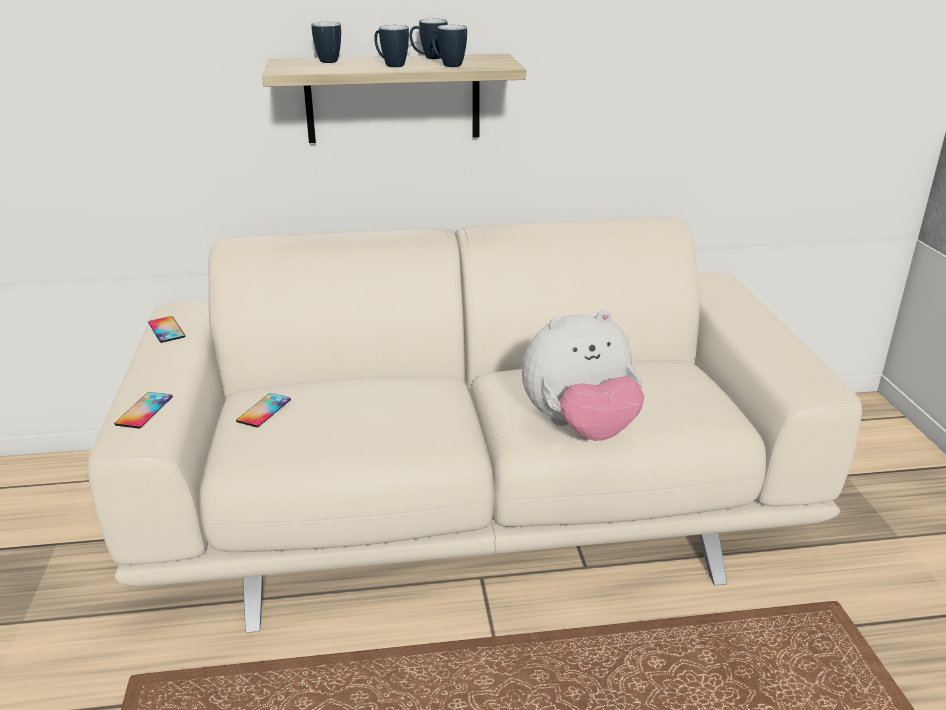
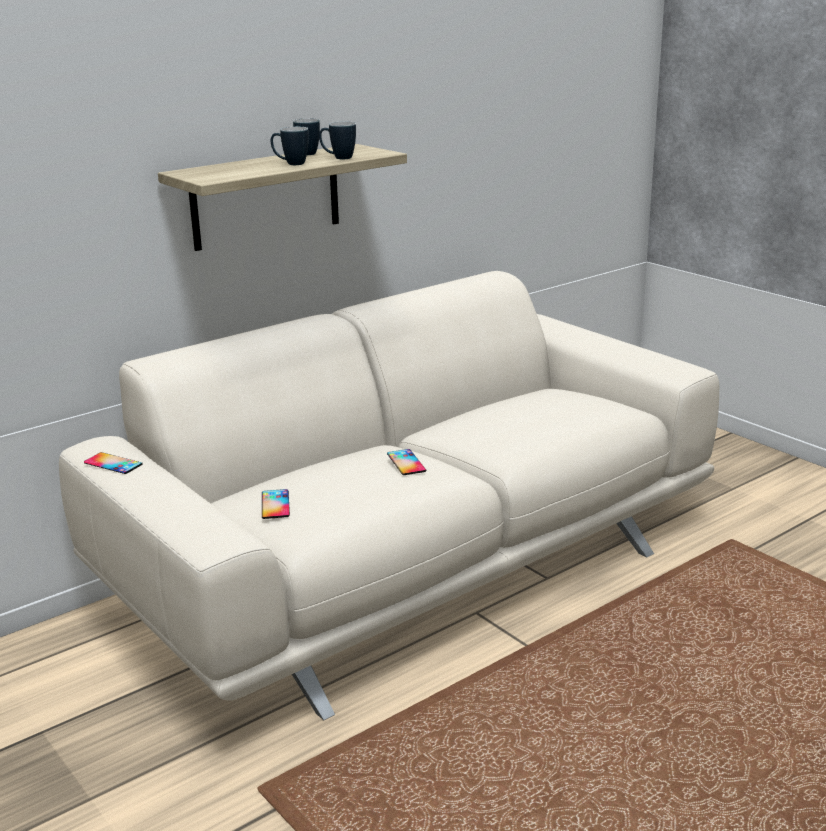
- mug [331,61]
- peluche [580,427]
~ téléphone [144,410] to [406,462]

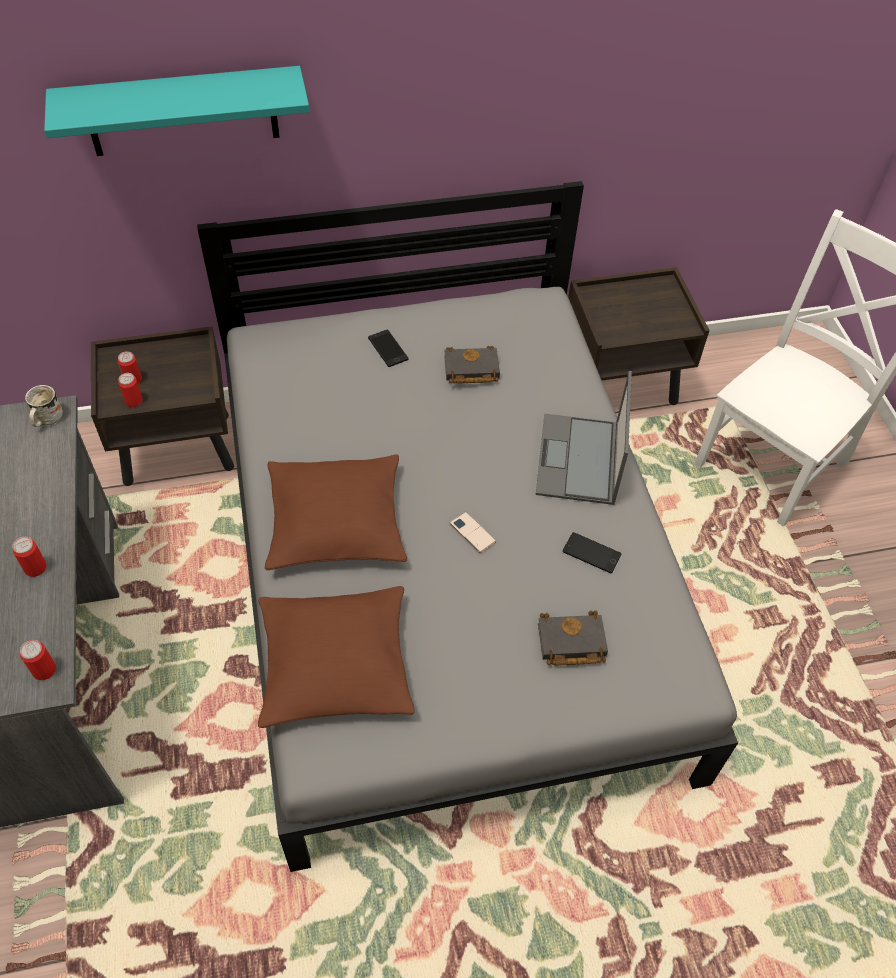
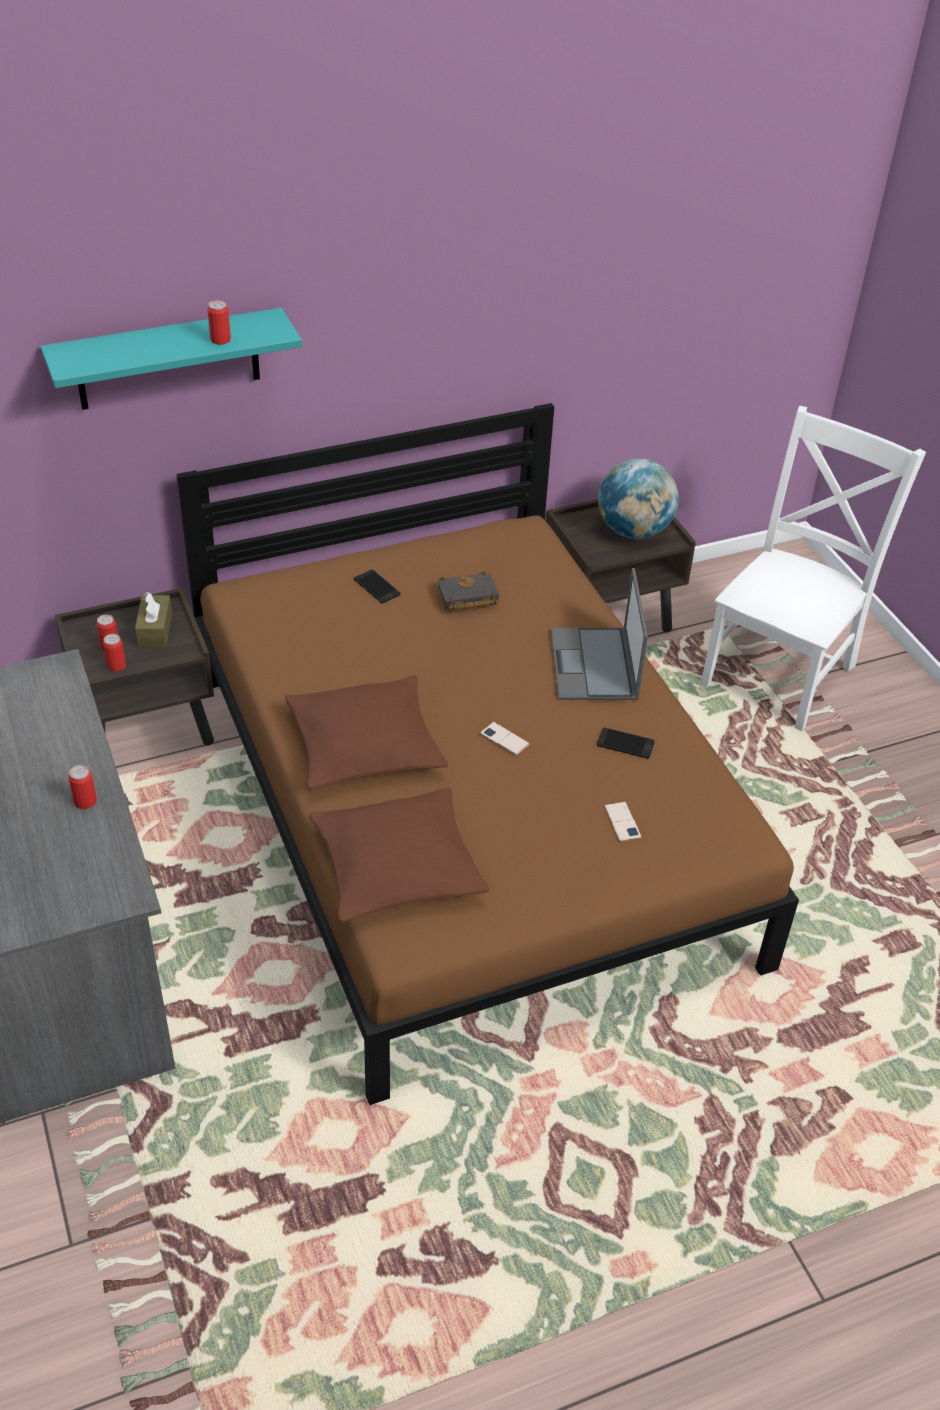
- mug/blanc [46,419]
+ boîte à mouchoirs/marron [155,629]
+ globe [633,531]
~ boîte métallique [44,670] to [220,340]
~ livre/noir [570,643] to téléphone [622,822]
~ lit/gris [445,574] to lit/marron [466,815]

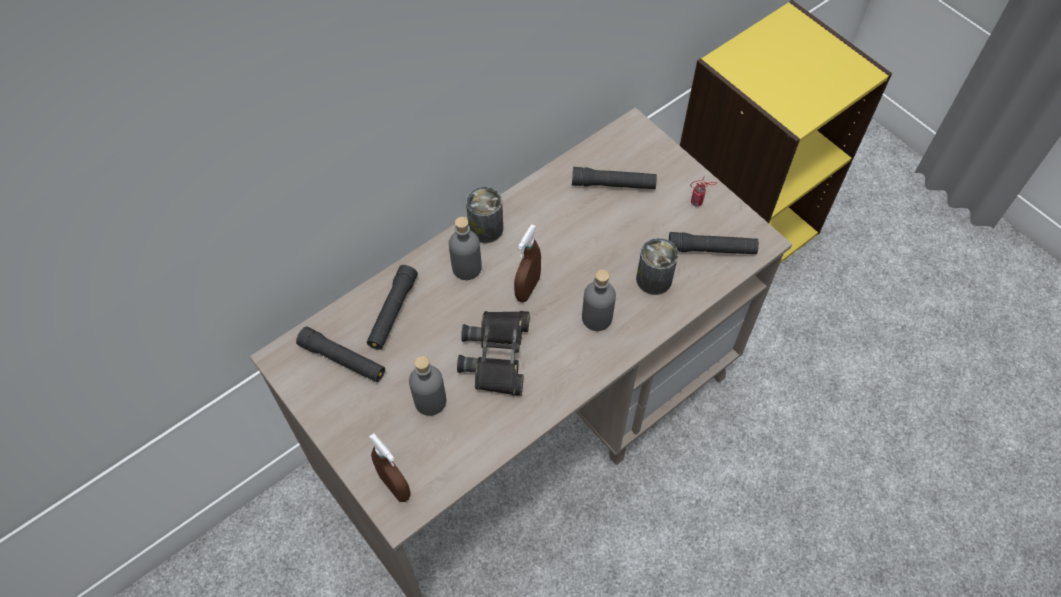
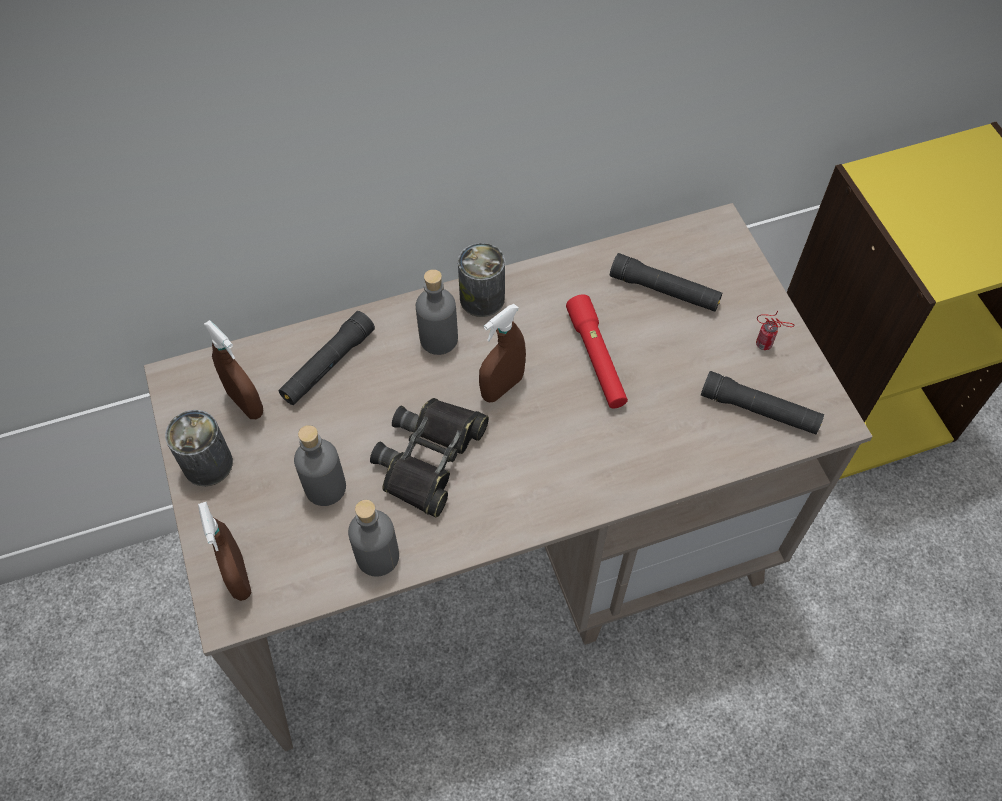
+ lampe de poche/rouge [596,358]
~ bouteille/gris [597,318] to [377,557]
~ boîte métallique [654,279] to [208,464]
~ lampe de poche/noir [343,359] to vaporisateur/marron [246,403]

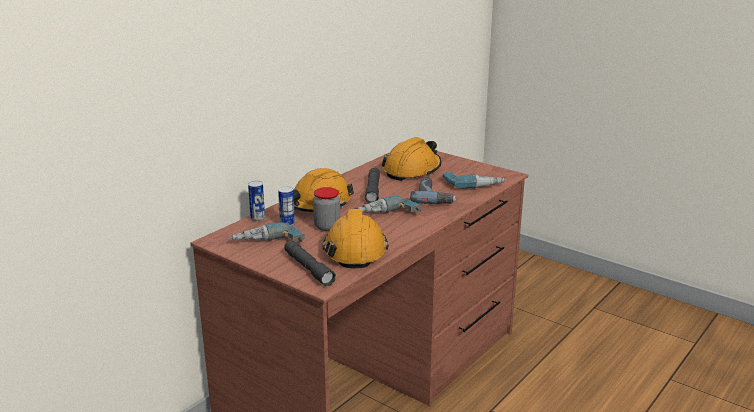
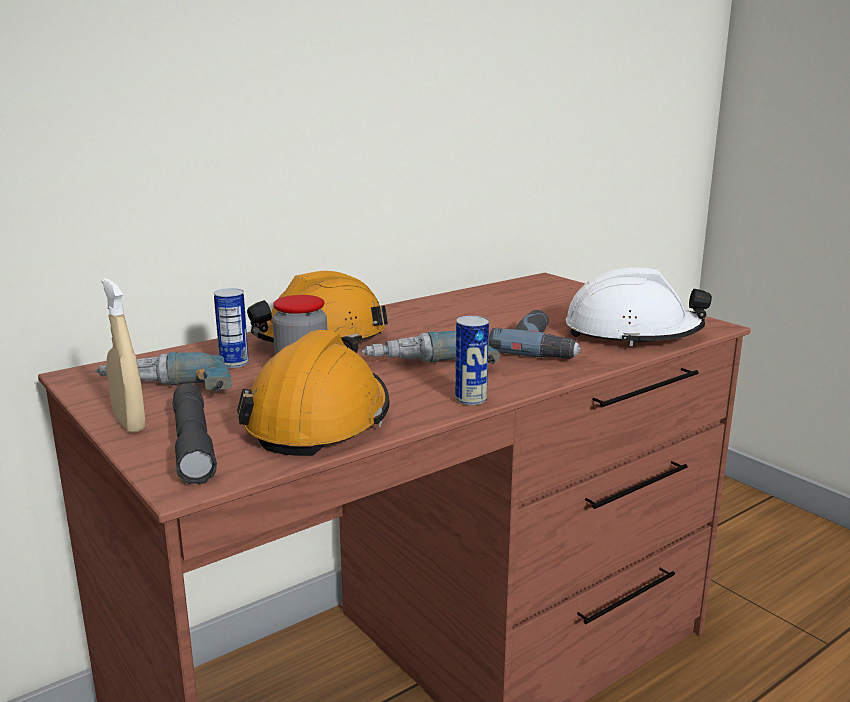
- lampe de poche/gris [373,190]
- casque de chantier/orange [412,170]
+ vaporisateur/beige [129,424]
~ boîte métallique [257,218] to [471,399]
~ perceuse [473,184] to casque de chantier/blanc [632,333]

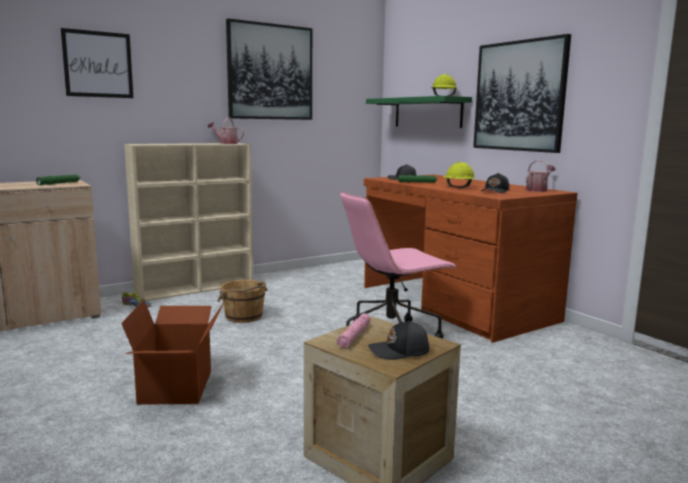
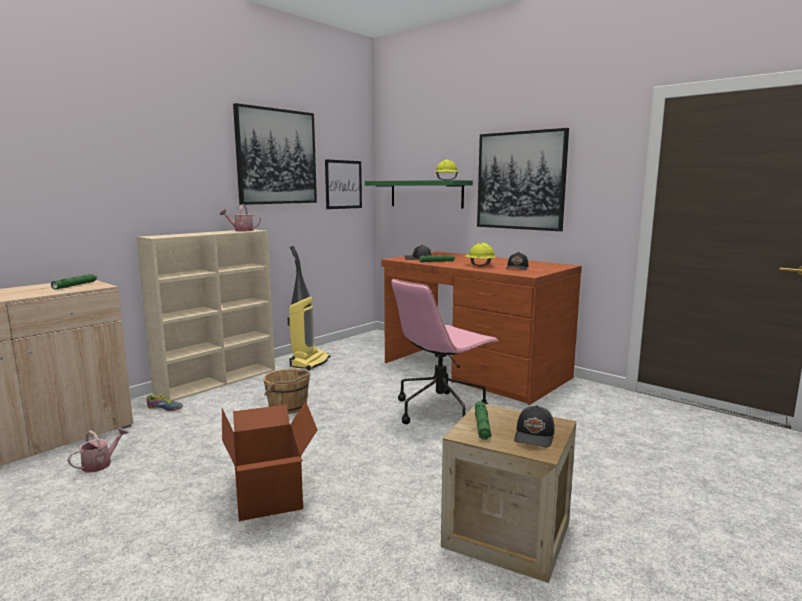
+ aspirateur [309,362]
~ tableau [98,64] to [343,184]
~ arrosoir [538,190] to [100,464]
~ lampe de poche/rose [354,336] to lampe de poche/vert [482,425]
~ casquette/noir [399,351] = [535,436] 45 degrees counterclockwise

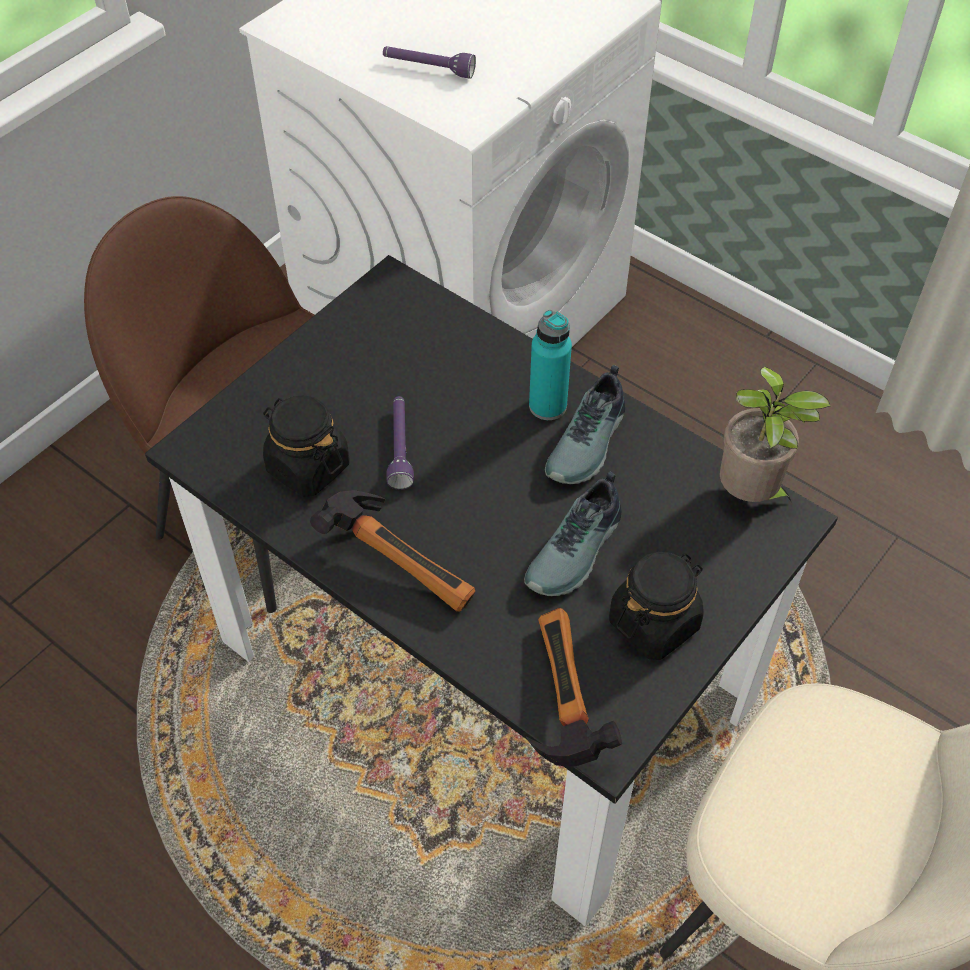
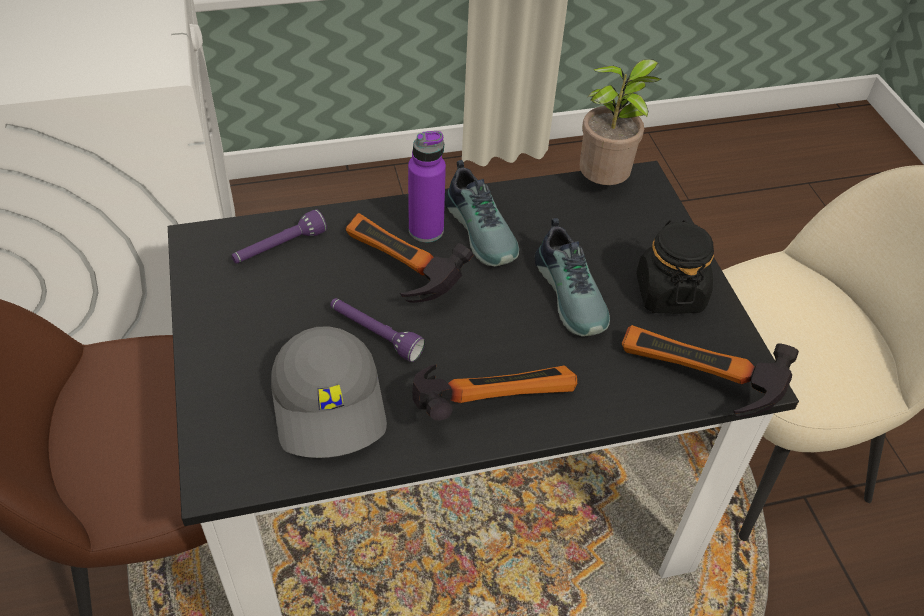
+ marteau [395,274]
~ lampe de poche/violet [428,69] to [279,248]
~ bocal/noir [307,467] to casquette/gris [331,405]
~ bouteille/turquoise [547,406] to bouteille/violet [426,230]

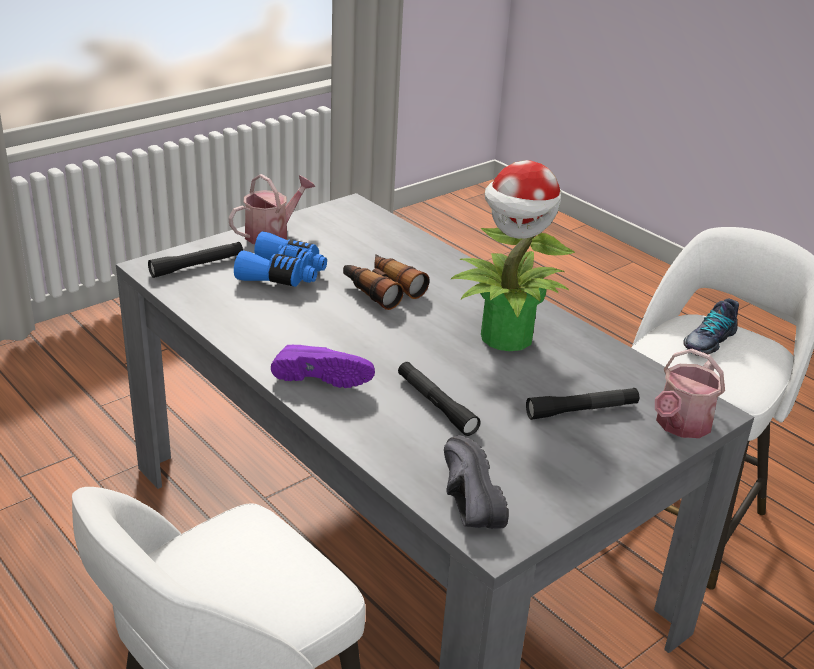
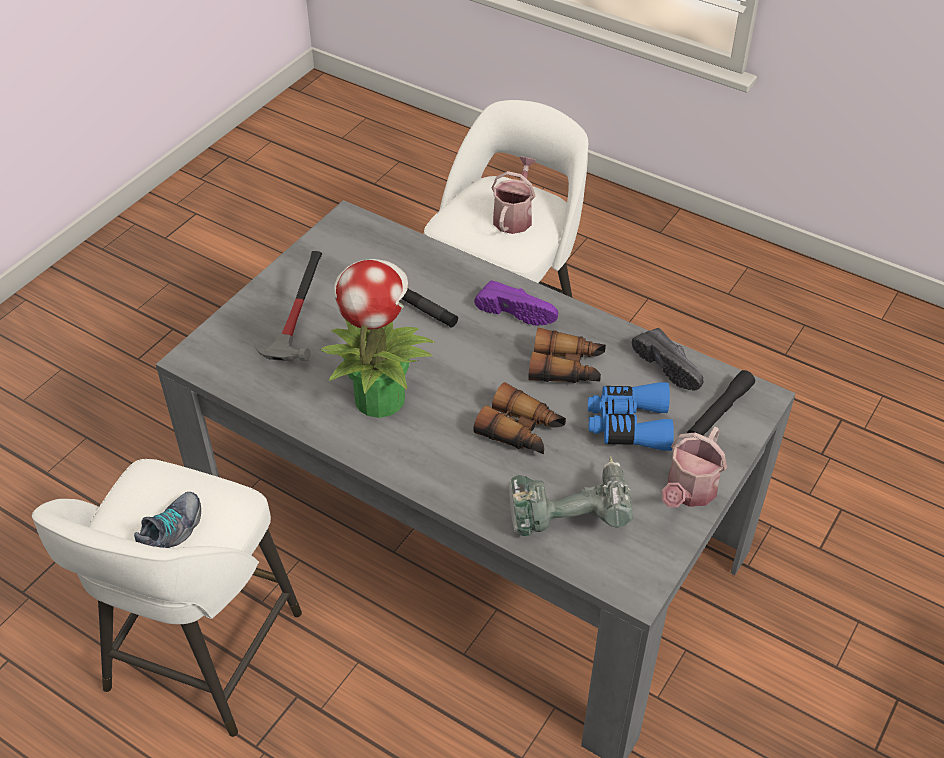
+ perceuse [568,510]
+ jumelles [567,368]
~ chaussure/noir [463,500] to [671,367]
~ arrosoir [680,426] to [514,216]
~ lampe de poche/noir [582,410] to marteau [301,331]
~ chaussure/violet [323,376] = [517,311] 150 degrees counterclockwise

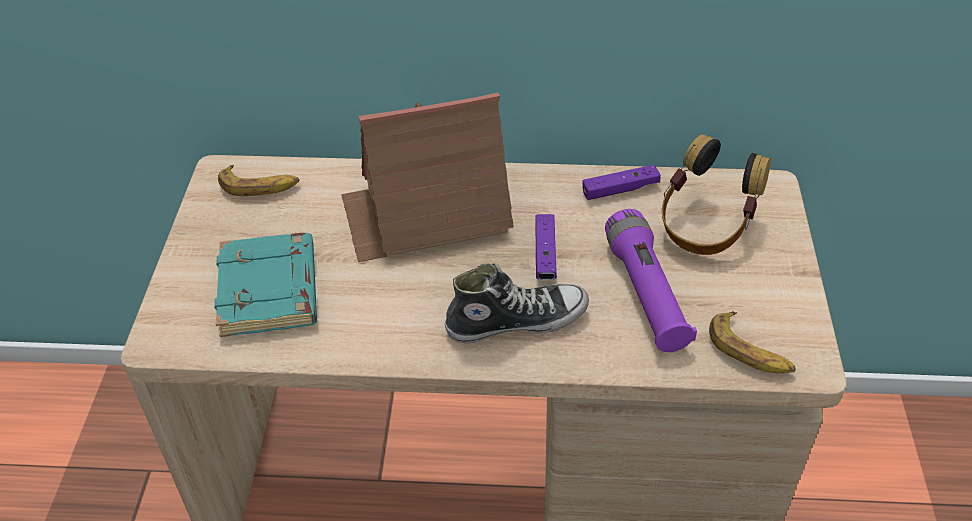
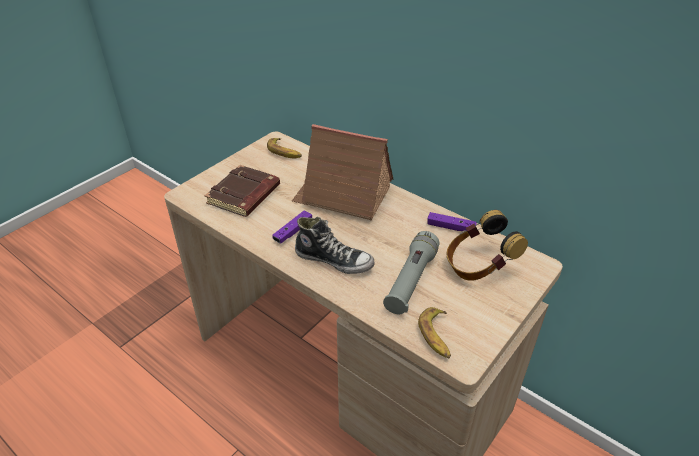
~ manette/violet [545,254] to [293,231]
~ livre/turquoise [271,292] to livre/marron [244,196]
~ lampe de poche/violet [646,293] to lampe de poche/gris [411,281]

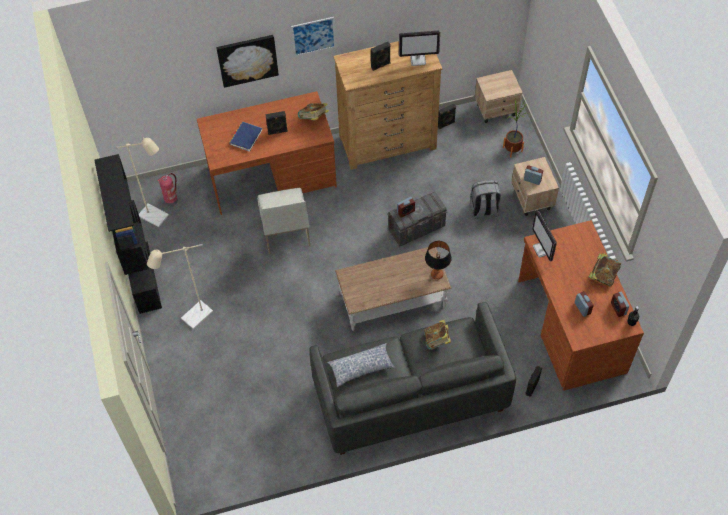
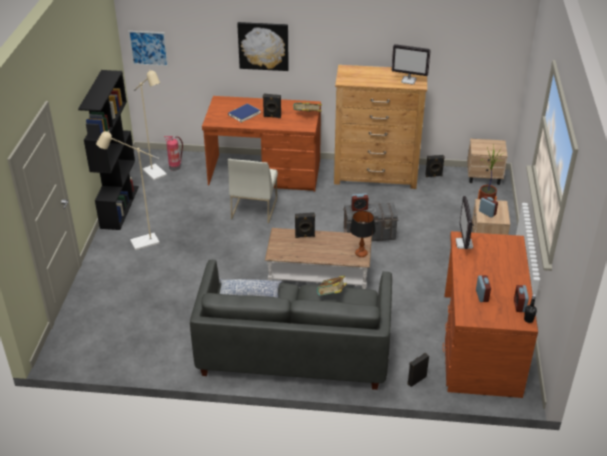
- sac à dos/gris [484,210]
- livre [603,275]
~ tableau [313,36] to [148,48]
~ enceinte/noir [381,66] to [305,236]

